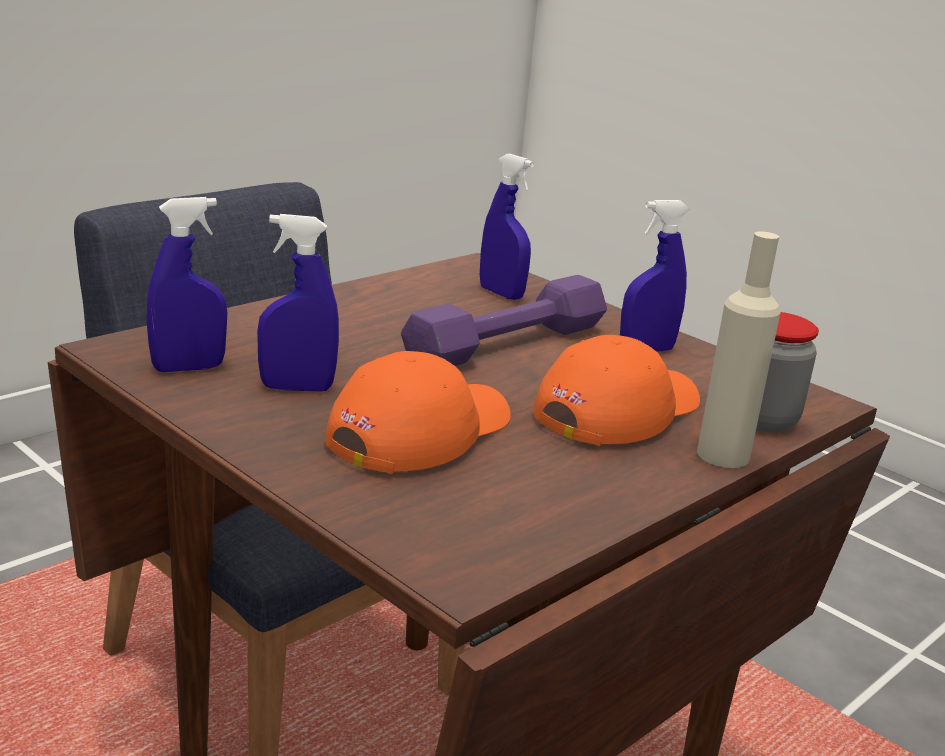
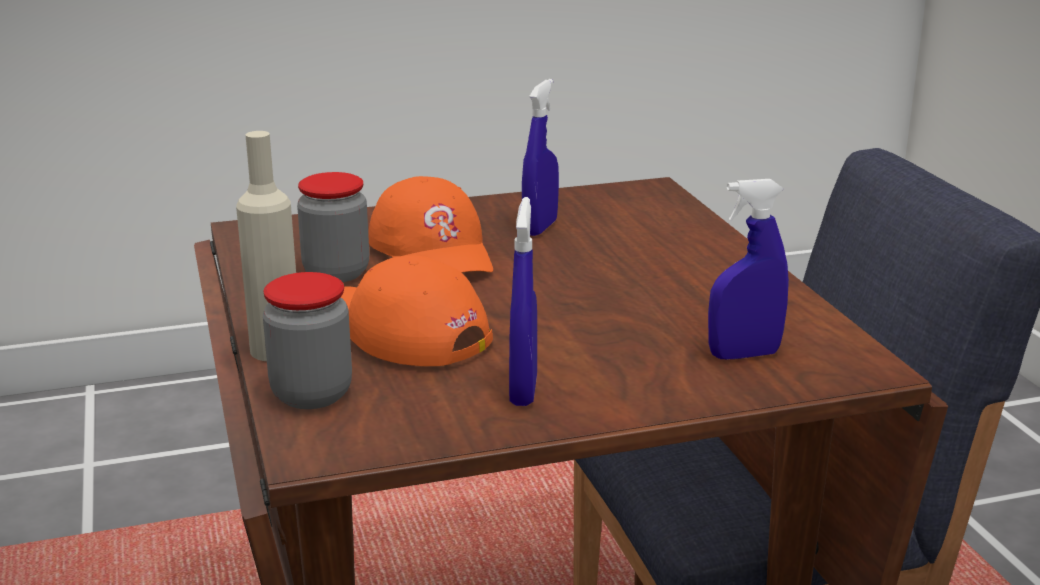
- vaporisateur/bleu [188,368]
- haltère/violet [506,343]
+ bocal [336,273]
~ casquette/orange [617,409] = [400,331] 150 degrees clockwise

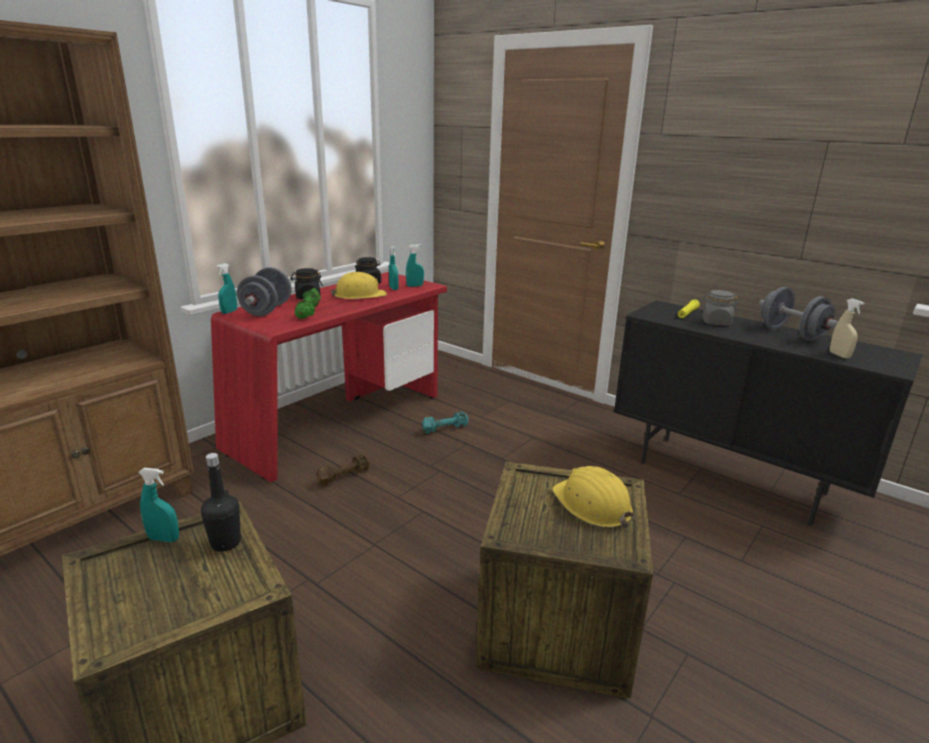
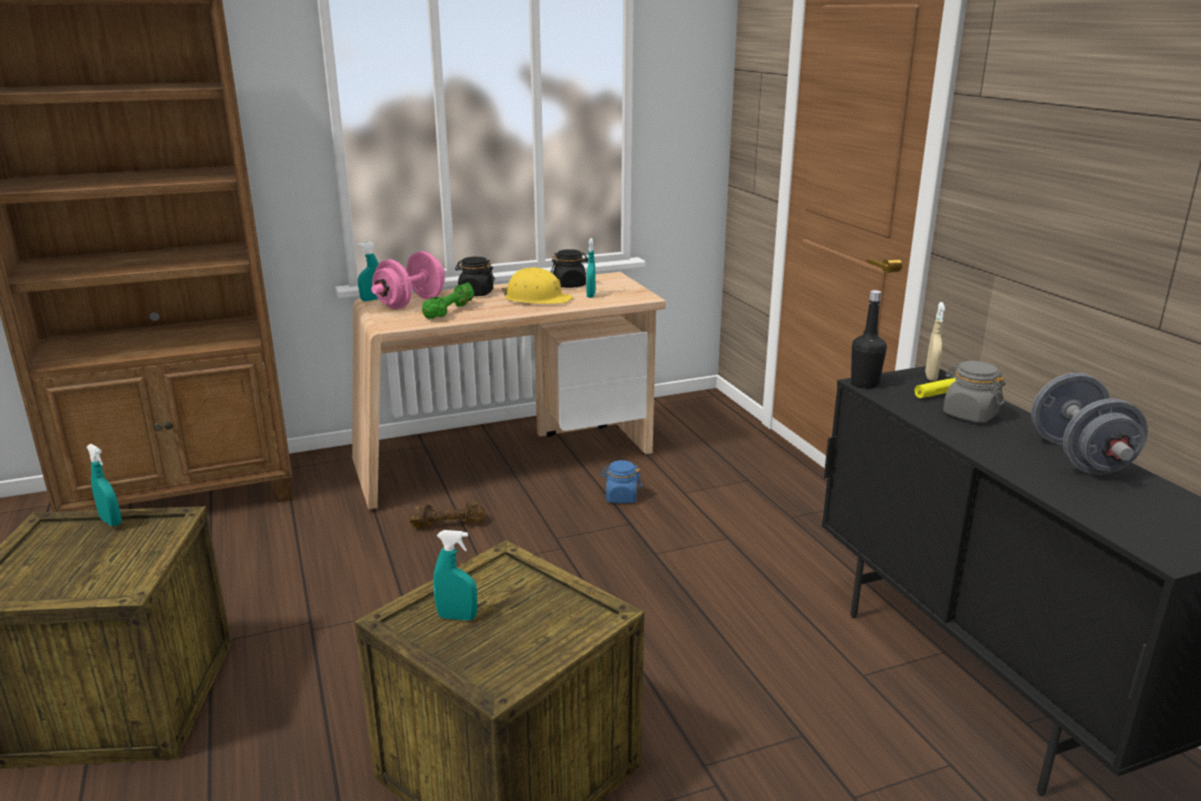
- casque de chantier/jaune [592,504]
~ bouteille/noir [225,543] to [864,384]
~ vaporisateur/turquoise [415,286] to [457,617]
~ vaporisateur/beige [839,355] to [931,377]
~ haltère/turquoise [444,429] to bocal/bleu [621,497]
~ bureau/rouge [341,423] to bureau/beige [507,460]
~ haltère/gris [266,310] to haltère/rose [411,303]

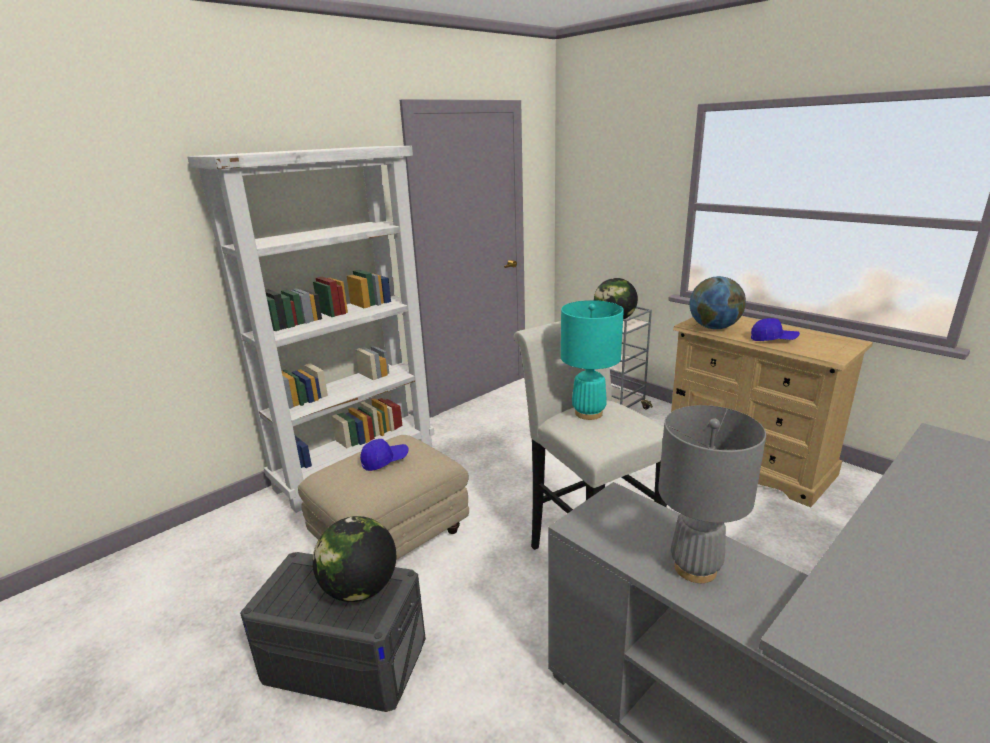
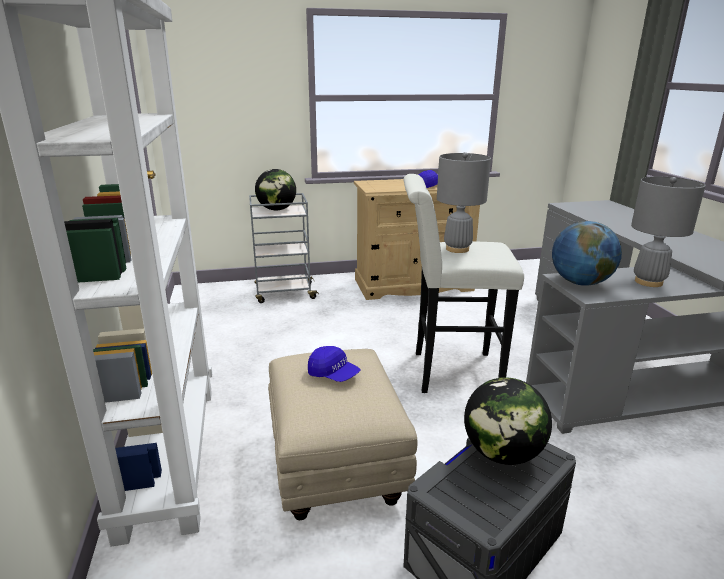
~ globe [714,328] to [580,283]
~ lampe de table/turquoise [589,413] to lampe de table/gris [457,249]
~ casquette/bleu [385,461] = [333,375] 120 degrees clockwise

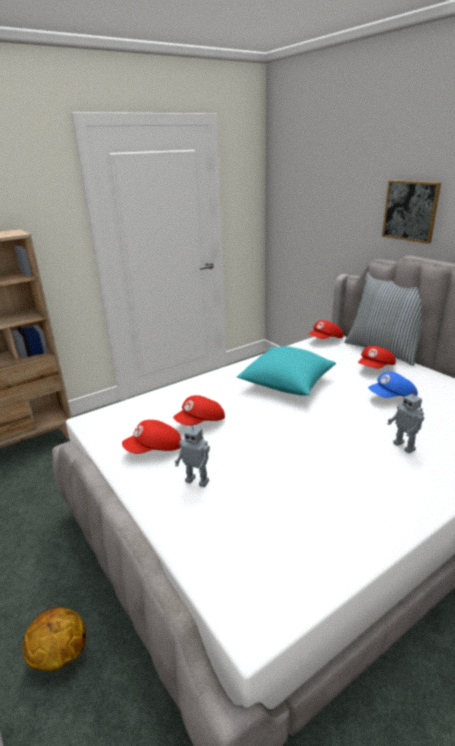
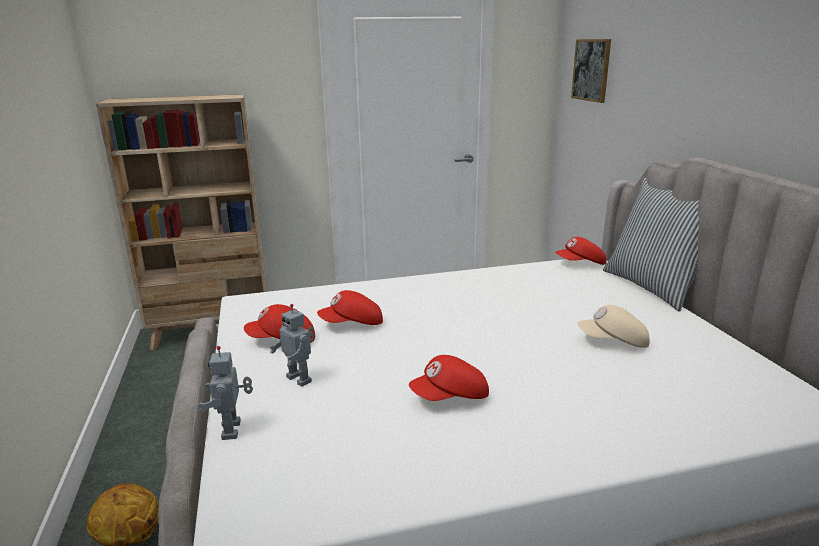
- coussin/turquoise [286,384]
~ casquette/rouge [375,368] to [450,397]
~ tableau [410,211] to [591,70]
~ robot jouet [405,446] to [233,430]
~ casquette/bleu [392,397] to casquette/beige [613,342]

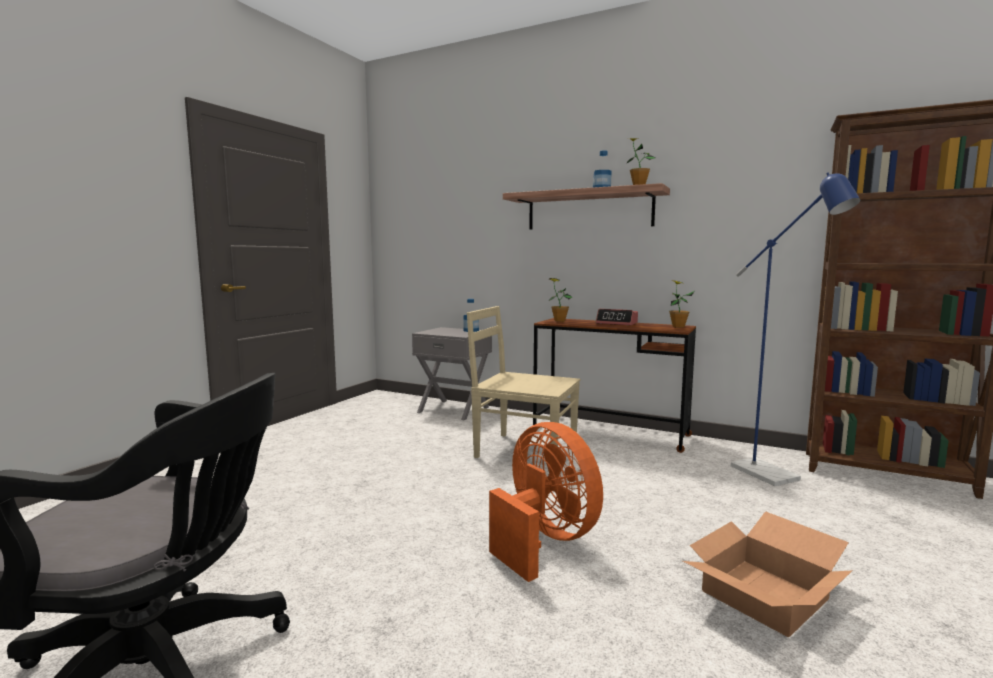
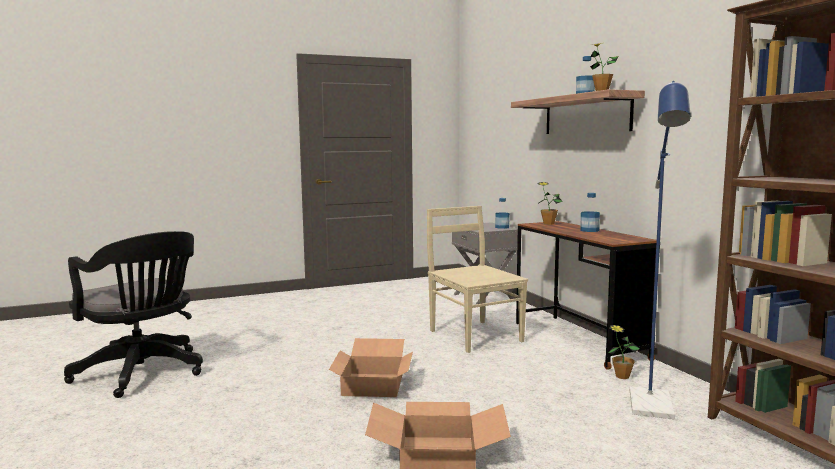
~ plante en pot [678,326] to [622,376]
~ ventilateur/orange [544,541] to carton [372,384]
~ réveil [617,323] to bouteille [589,230]

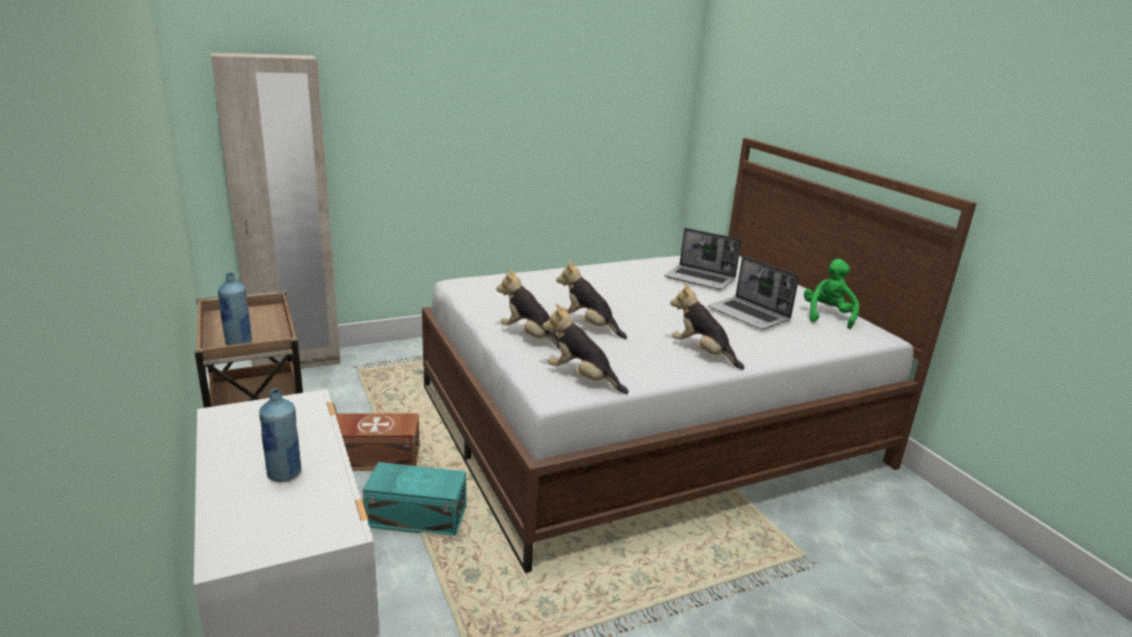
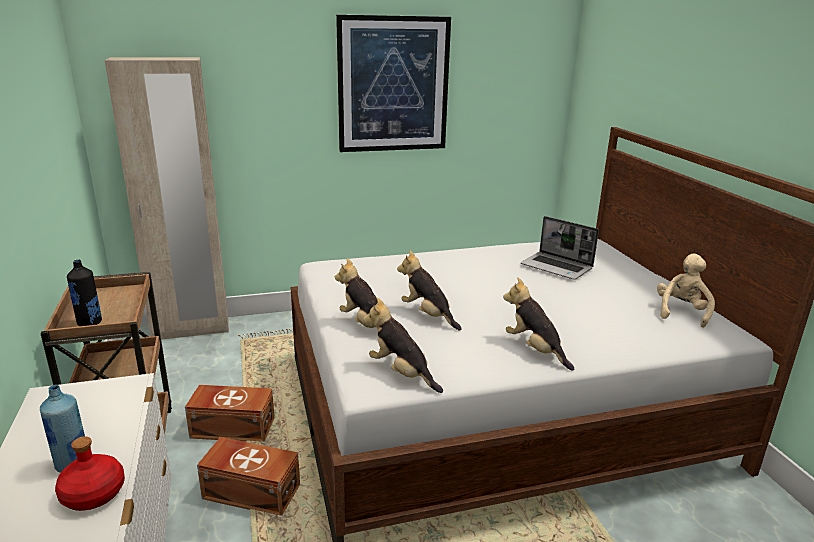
- ordinateur portable [749,315]
+ bouteille/rouge [93,493]
+ tableau [393,85]
~ bouteille/bleu [239,342] to bouteille/noir [89,323]
~ boîte de rangement/turquoise [415,516] to boîte de rangement/marron [251,491]
~ peluche/vert [827,316] to peluche/beige [681,312]

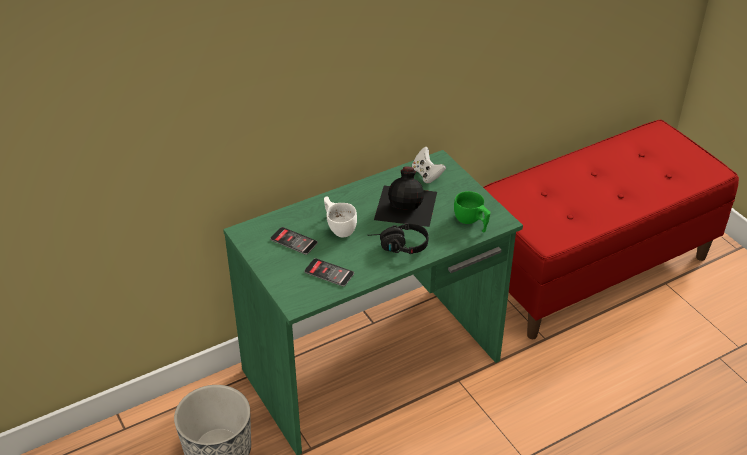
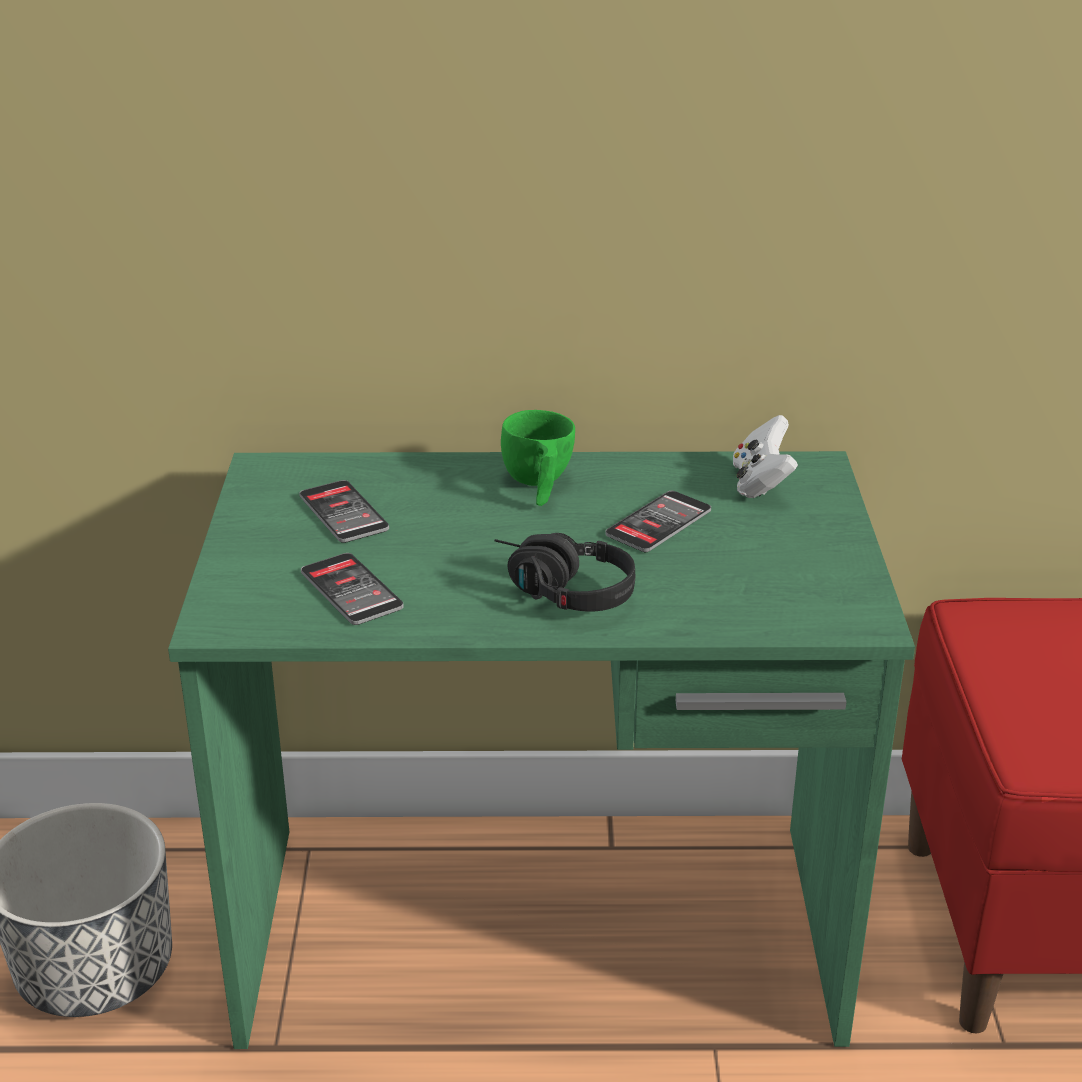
- tasse/blanc [339,226]
~ tasse/vert [471,222] to [538,485]
~ bouteille/noir [407,205] to téléphone [658,523]

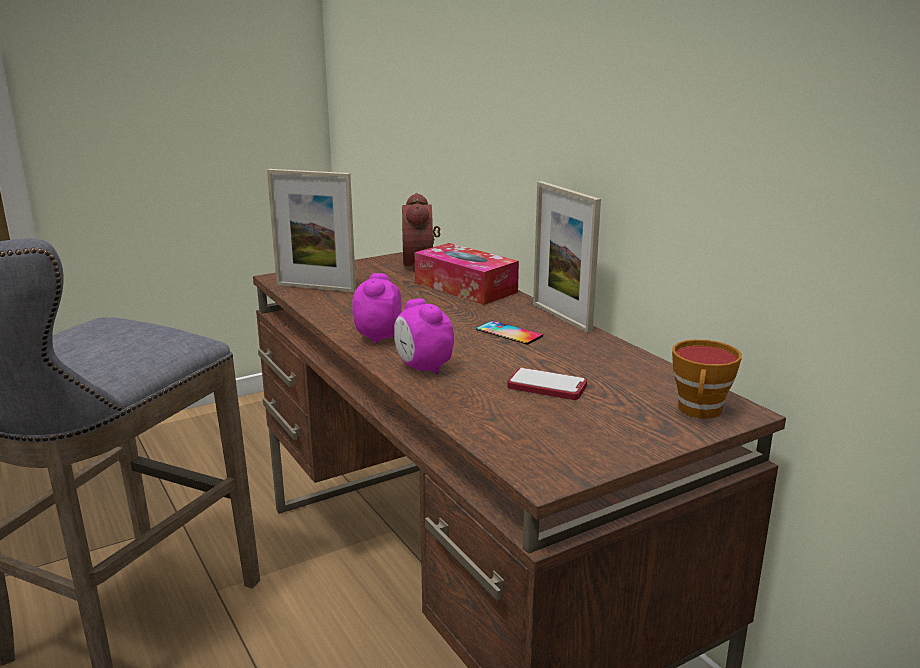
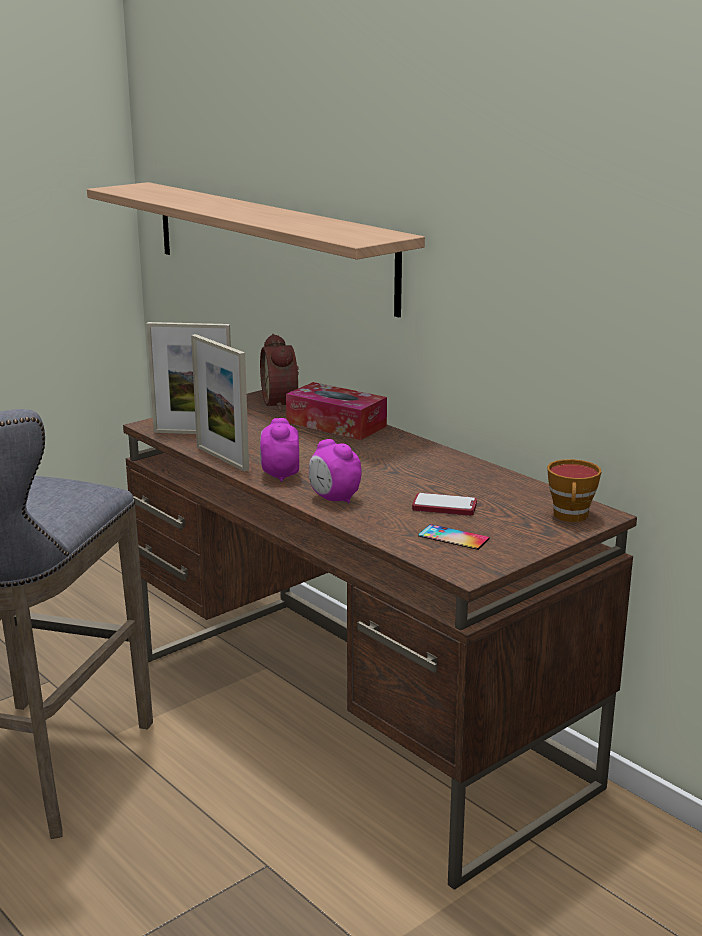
+ étagère [269,244]
~ téléphone [509,333] to [453,537]
~ cadre photo [561,317] to [222,458]

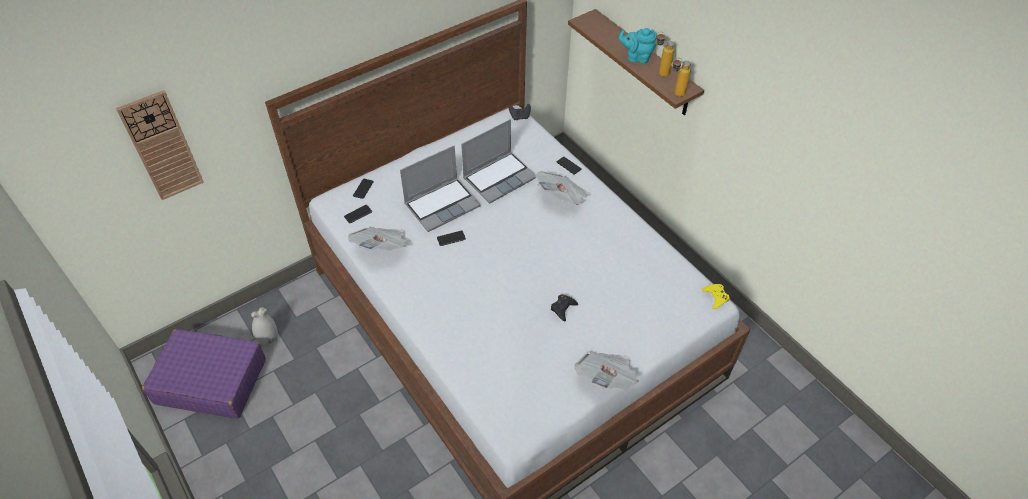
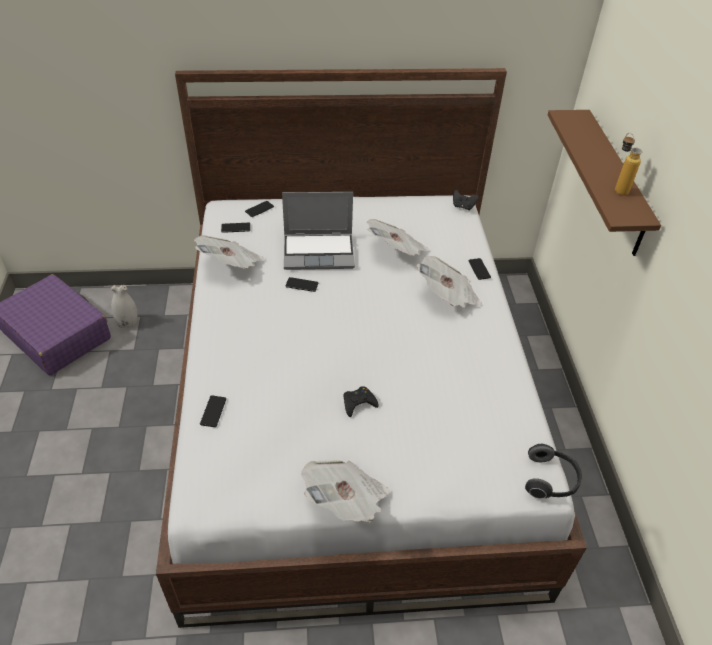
- horloge murale [162,146]
- théière/turquoise [636,57]
- bouteille [675,94]
+ téléphone [213,411]
~ ordinateur portable [499,177] to journal [396,251]
~ manette/jaune [715,297] to casque audio [550,480]

